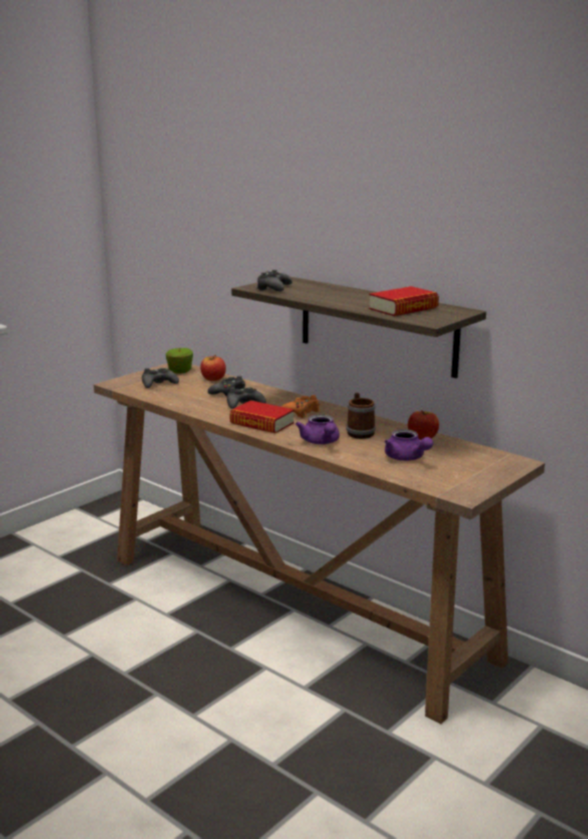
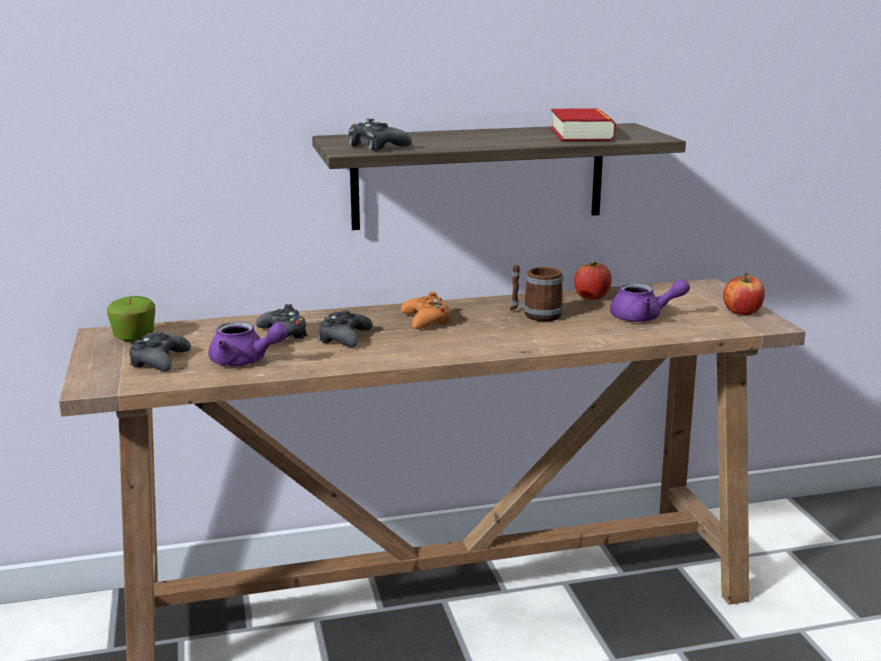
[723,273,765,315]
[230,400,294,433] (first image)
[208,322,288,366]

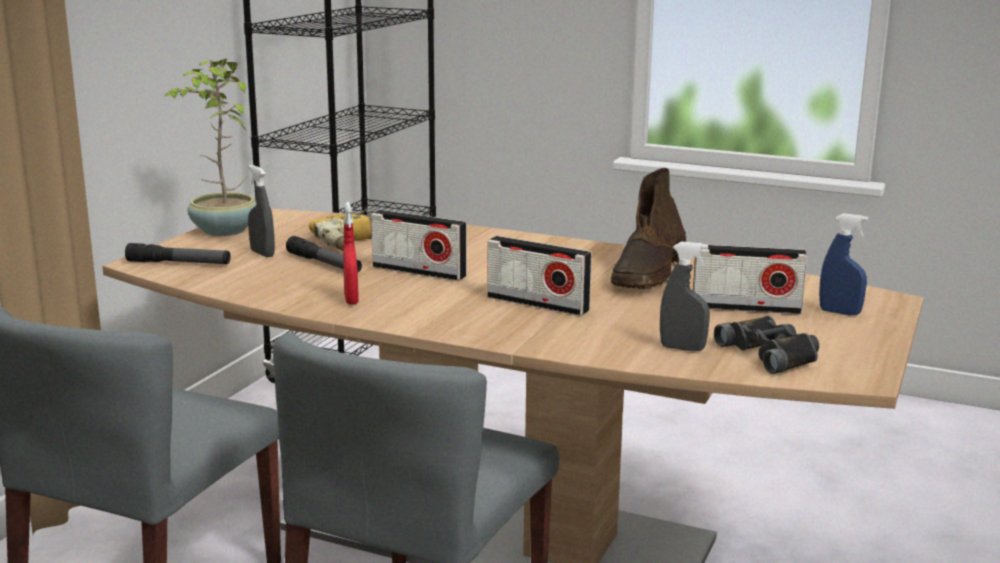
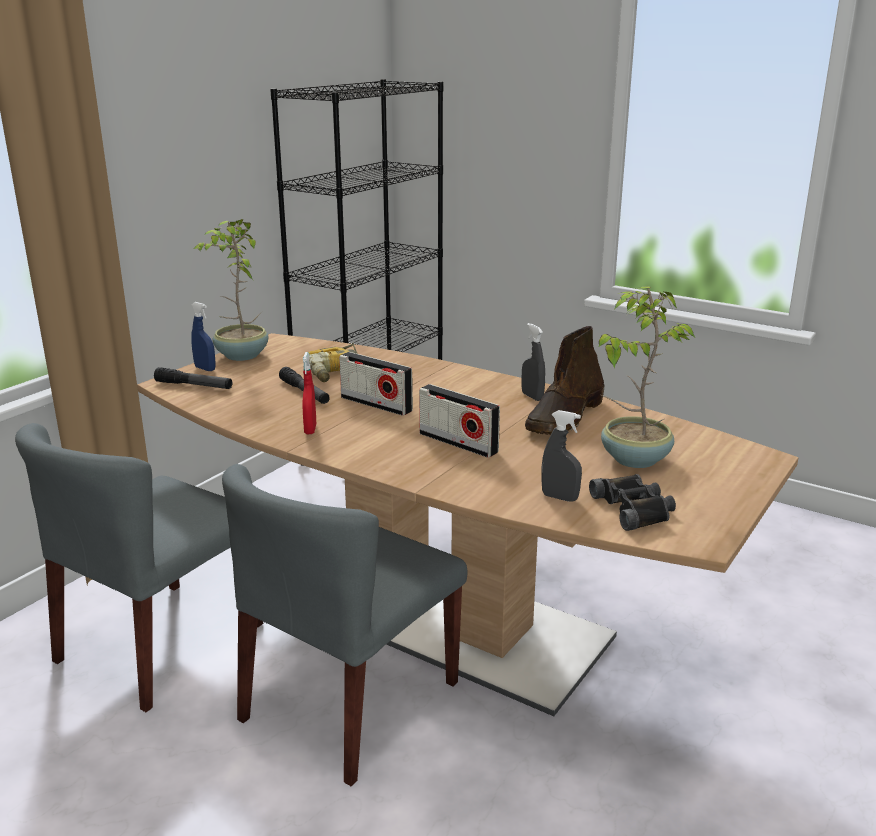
[521,323,545,401]
[598,286,695,468]
[191,302,216,371]

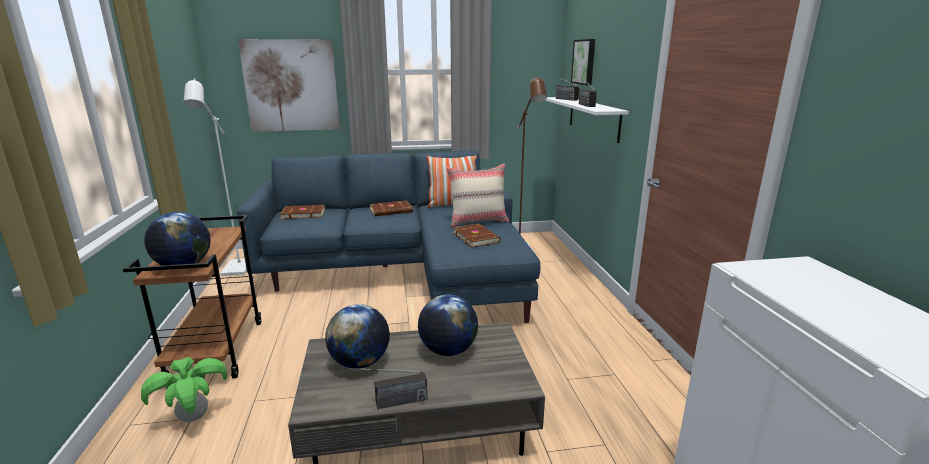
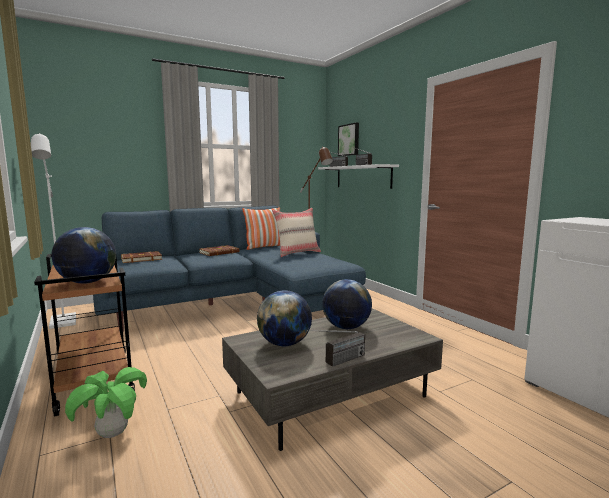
[238,39,340,132] (first image)
[453,224,501,248] (first image)

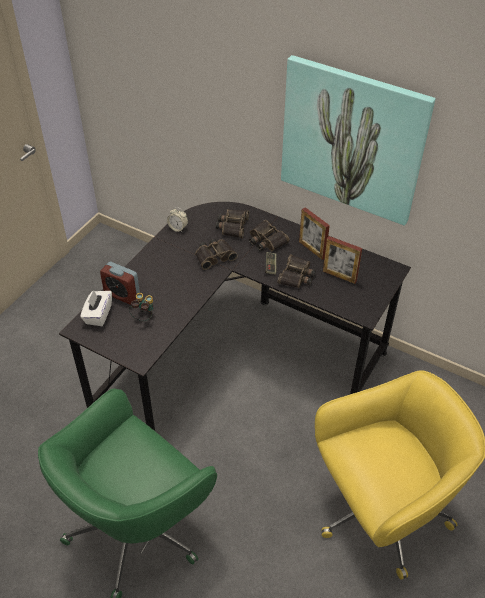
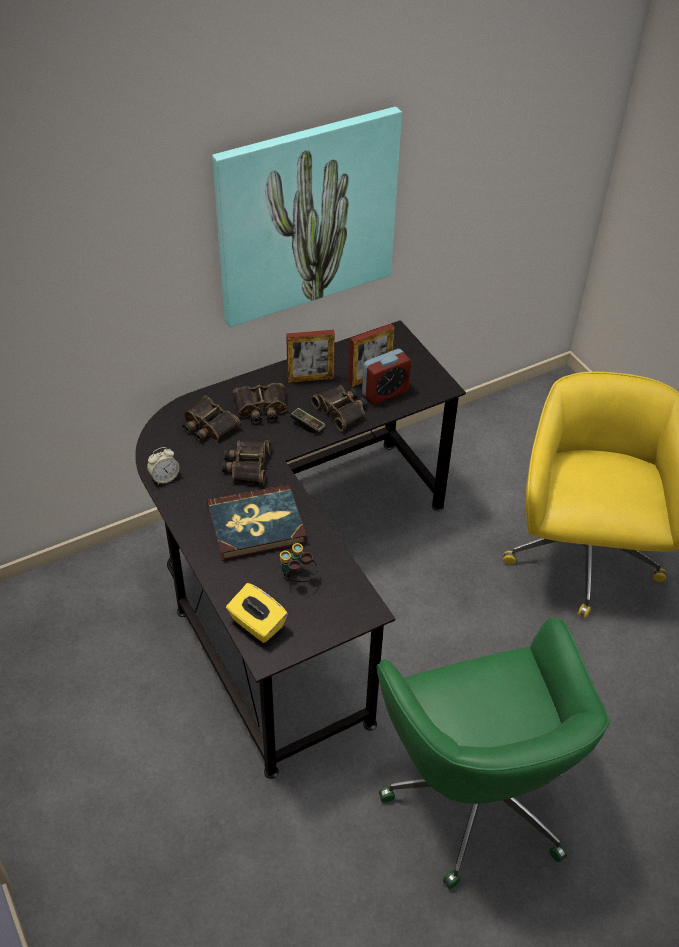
[226,583,288,643]
[362,349,411,405]
[207,484,307,561]

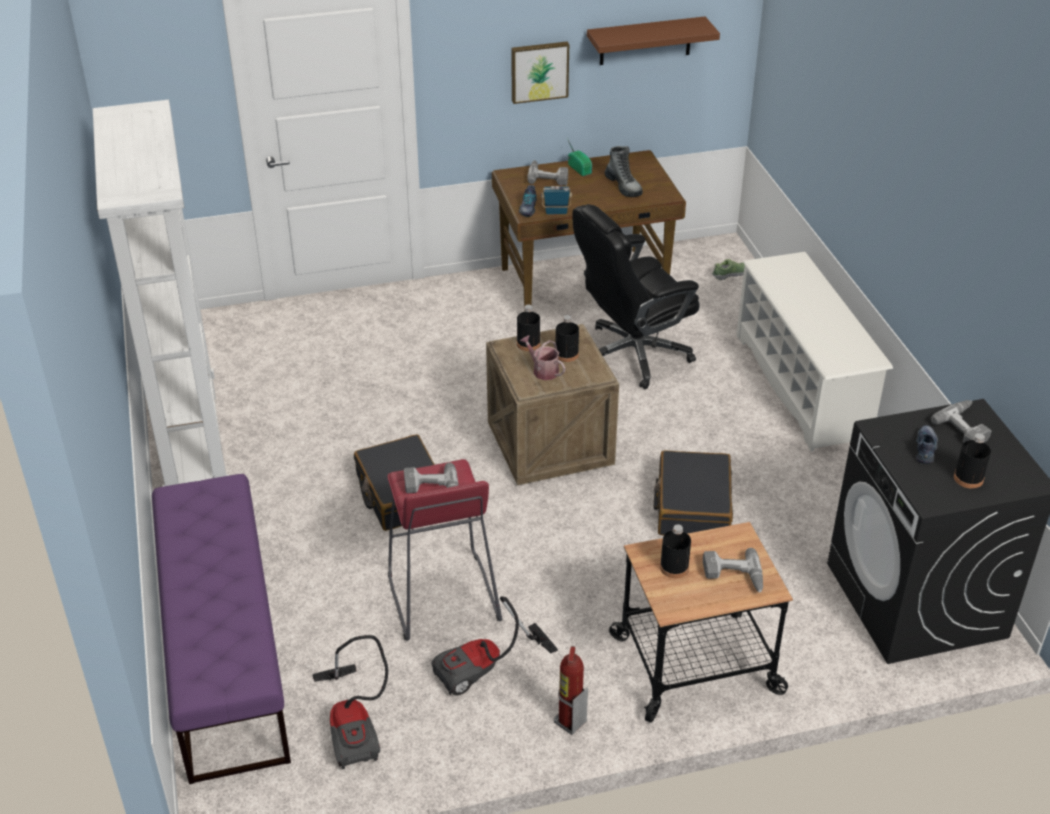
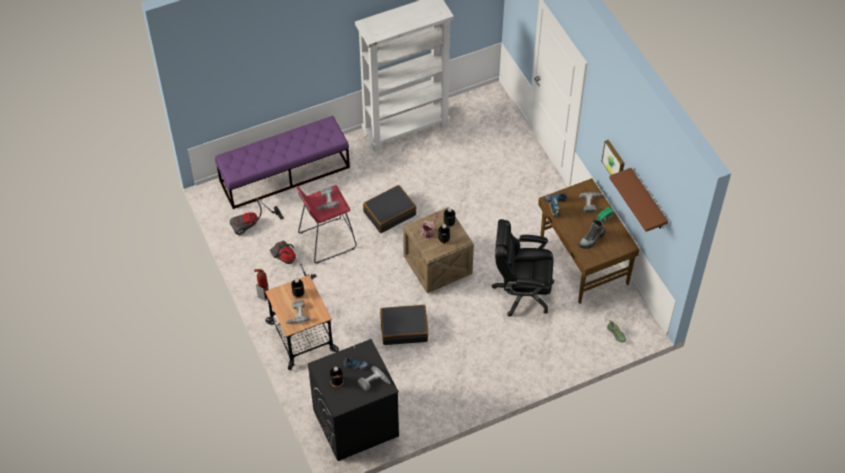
[492,219,555,317]
[736,252,893,451] (first image)

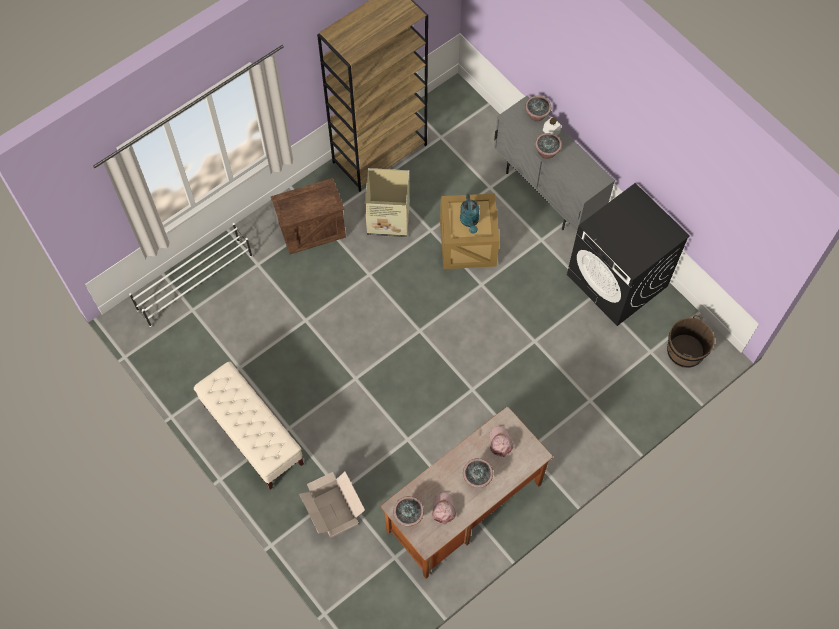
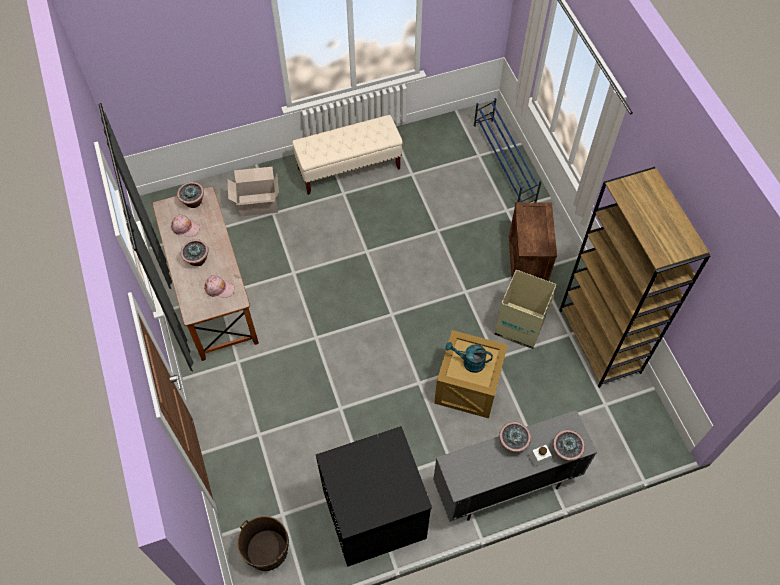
[474,98,542,202]

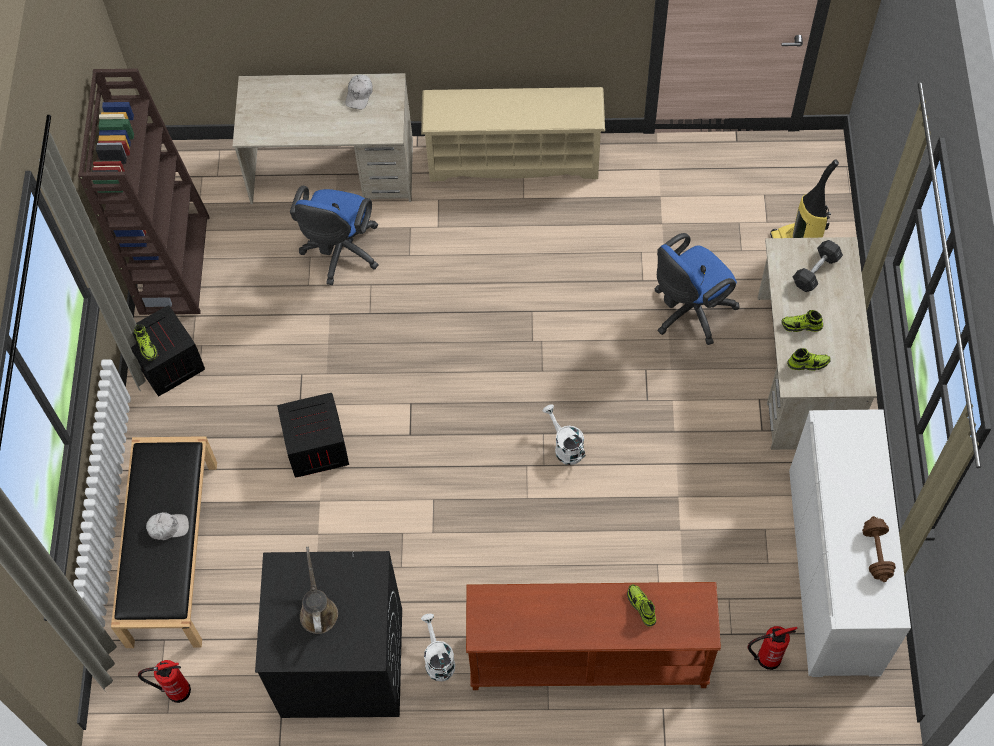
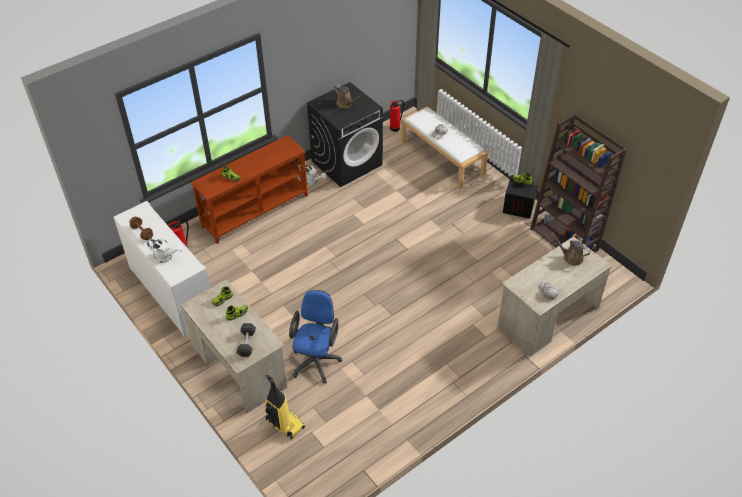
[401,106,488,189]
[277,393,349,478] (first image)
[290,186,379,285] (first image)
[421,87,605,182] (first image)
[147,239,183,263]
[551,233,591,266]

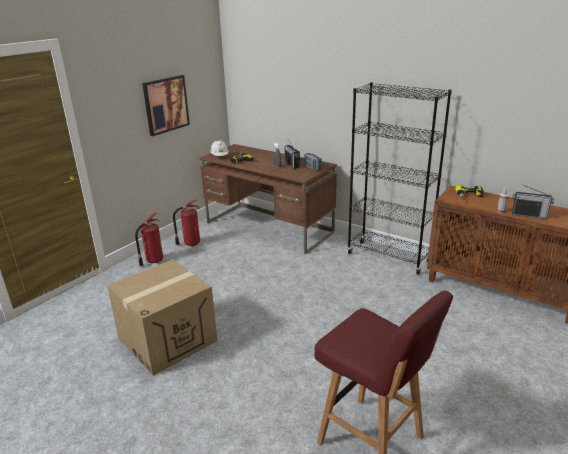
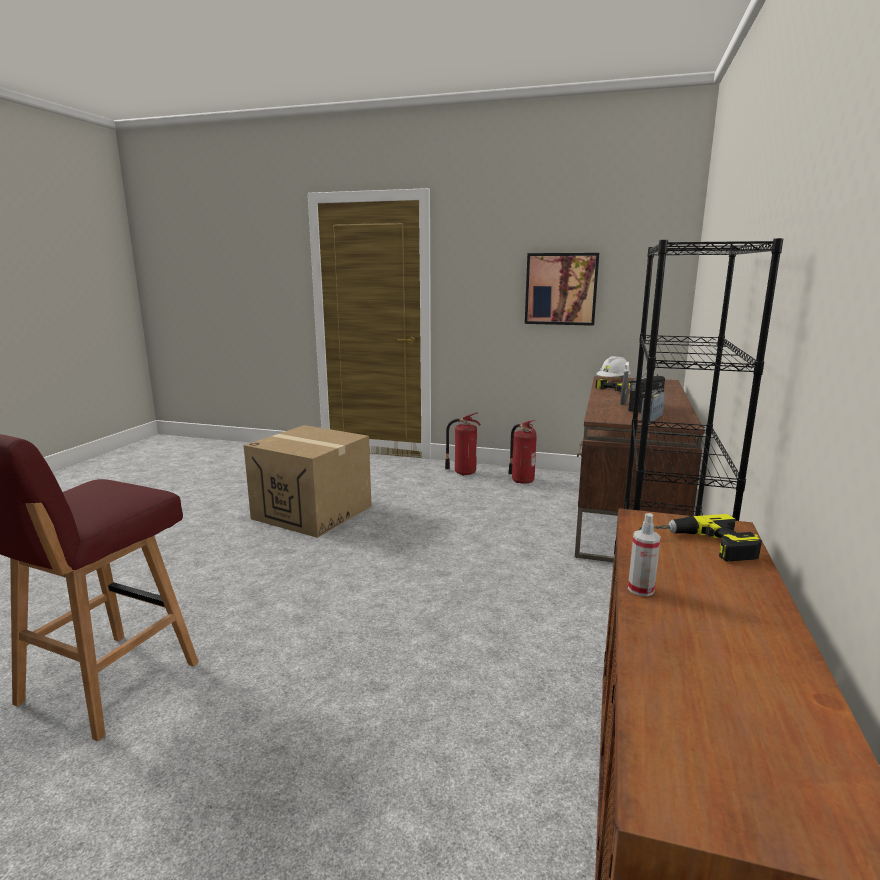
[512,184,554,219] (first image)

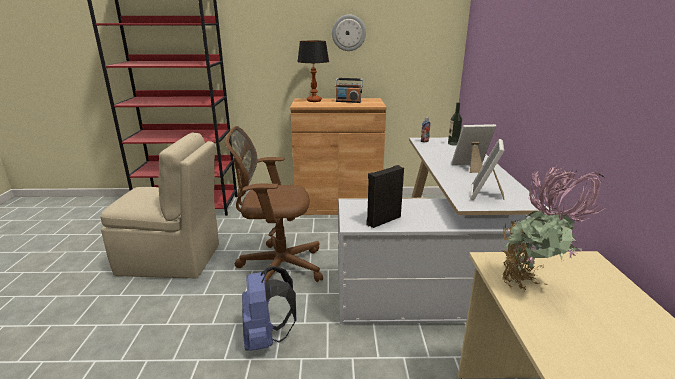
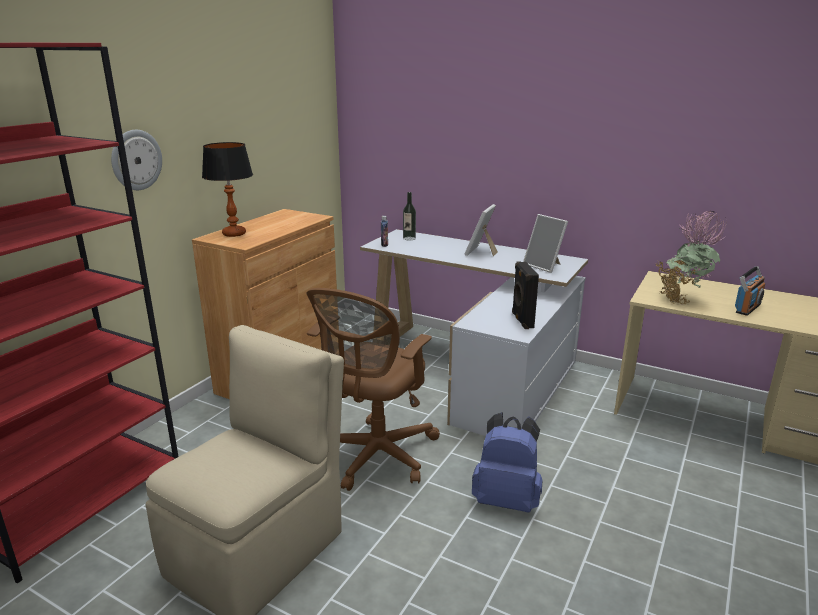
[111,130,162,190]
[735,266,765,316]

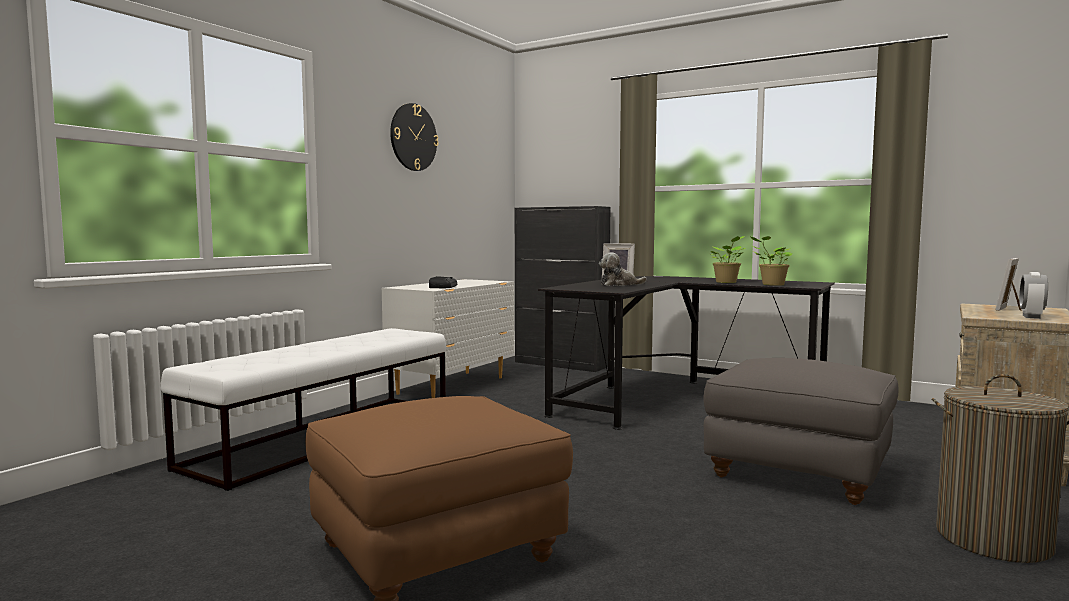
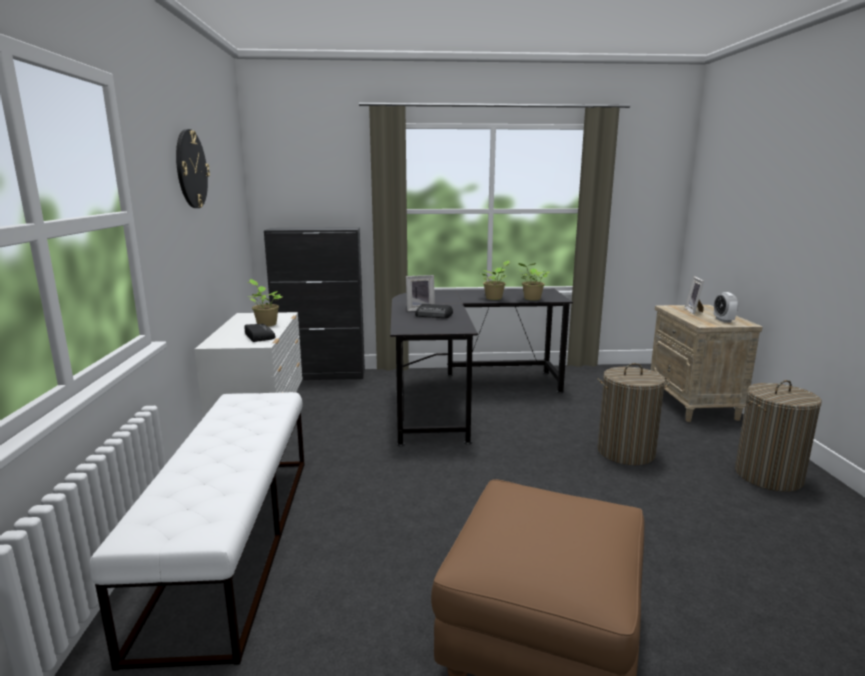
[415,304,453,318]
[597,363,670,465]
[247,279,282,327]

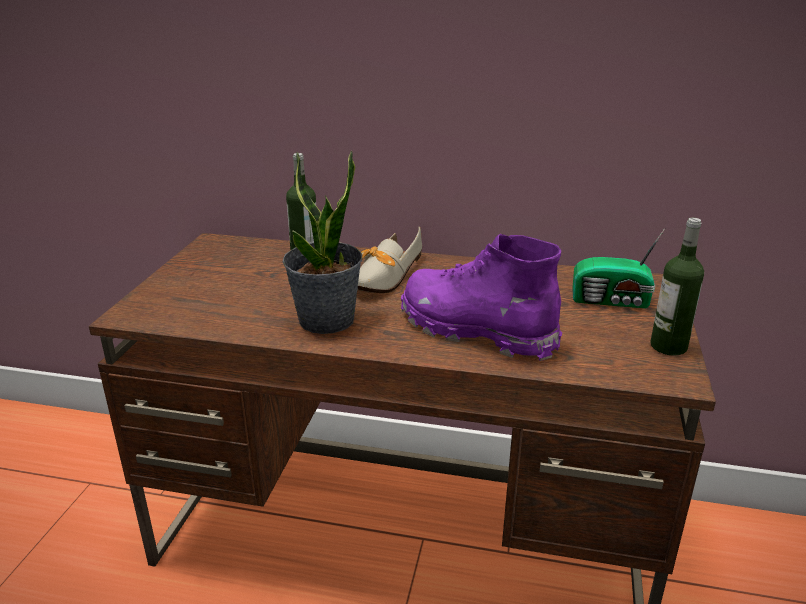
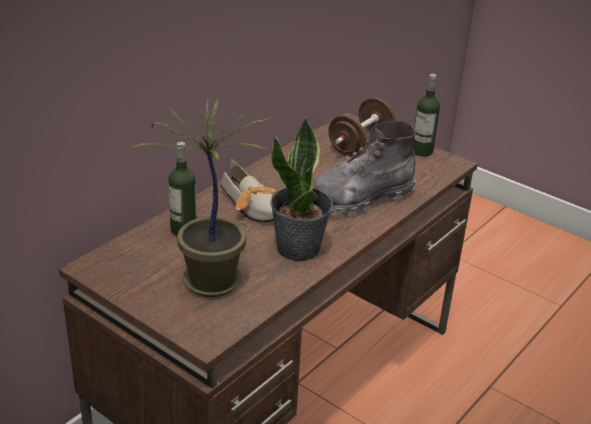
[313,121,416,217]
[328,97,395,156]
[131,97,271,297]

